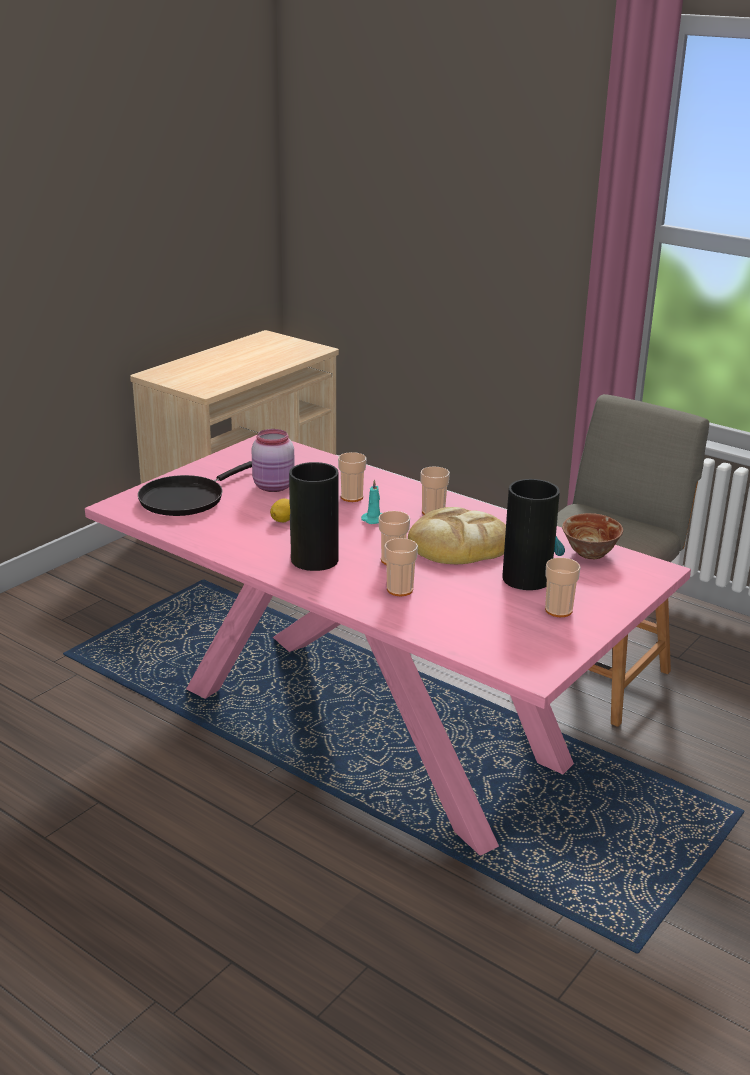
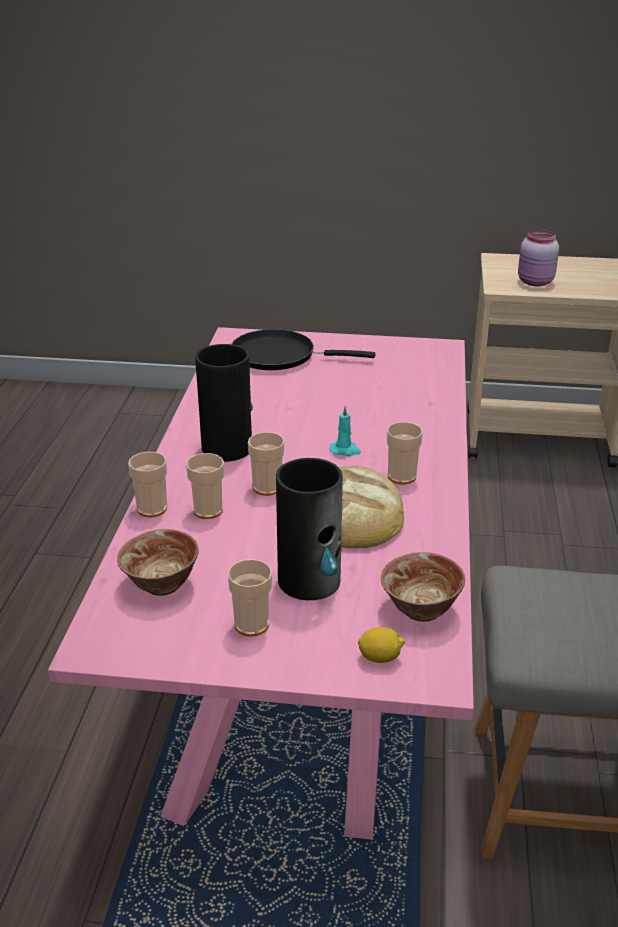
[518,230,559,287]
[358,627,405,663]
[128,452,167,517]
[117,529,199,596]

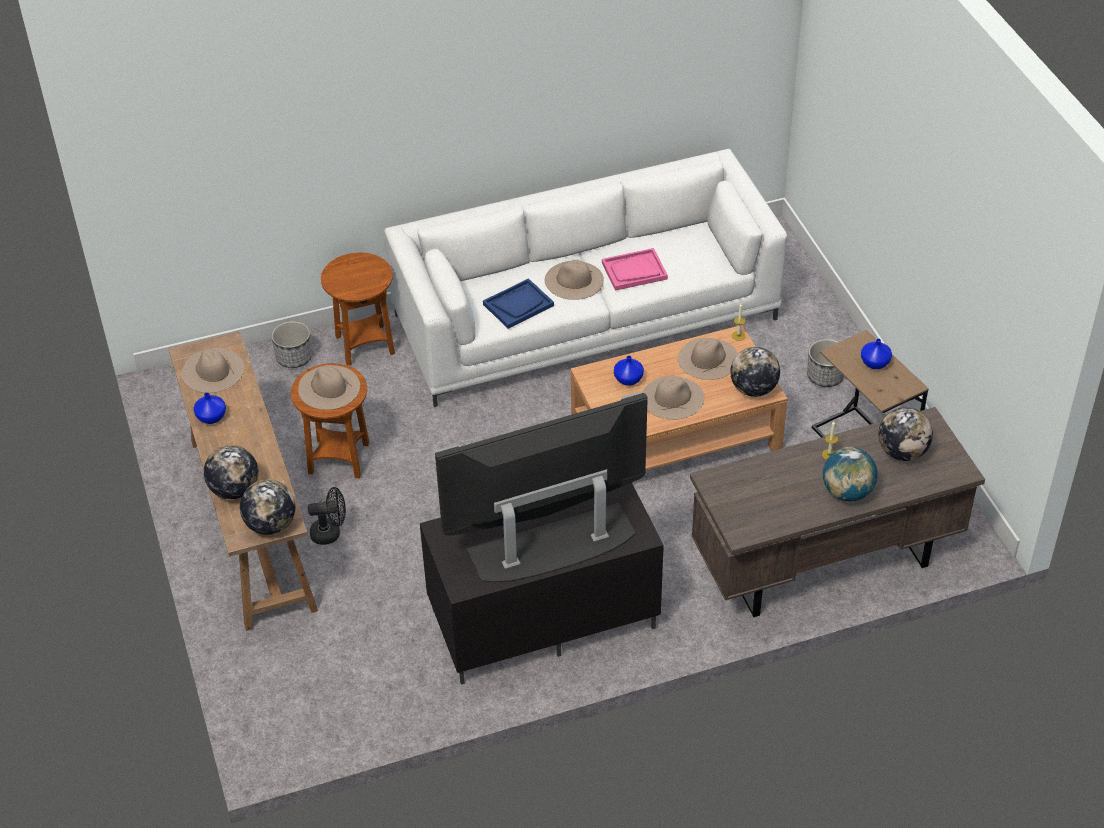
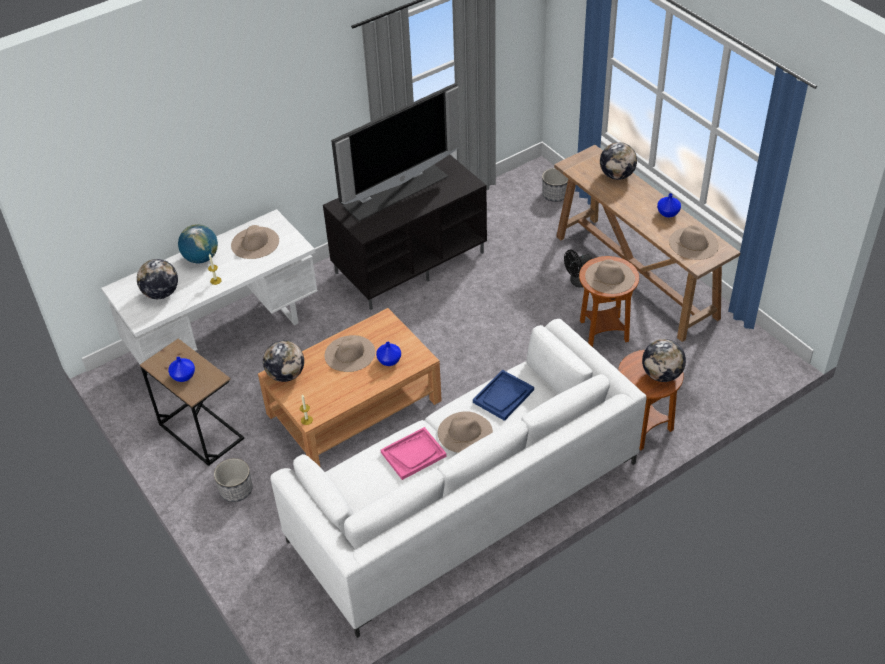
[642,339,686,382]
[542,168,568,202]
[231,225,279,259]
[101,209,318,364]

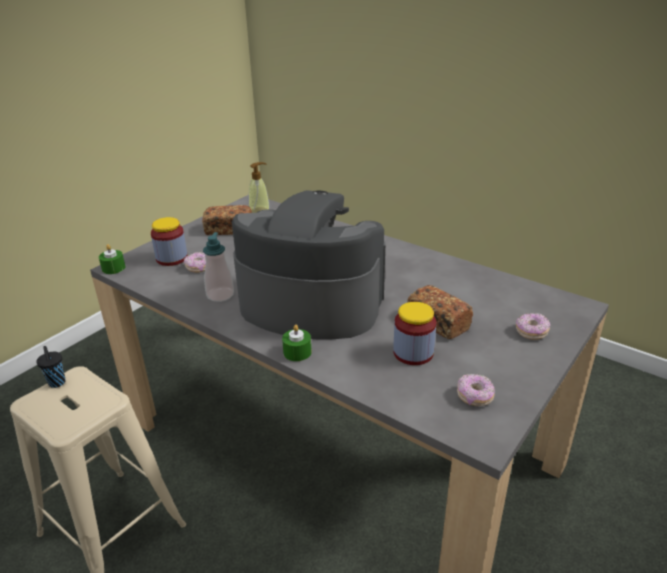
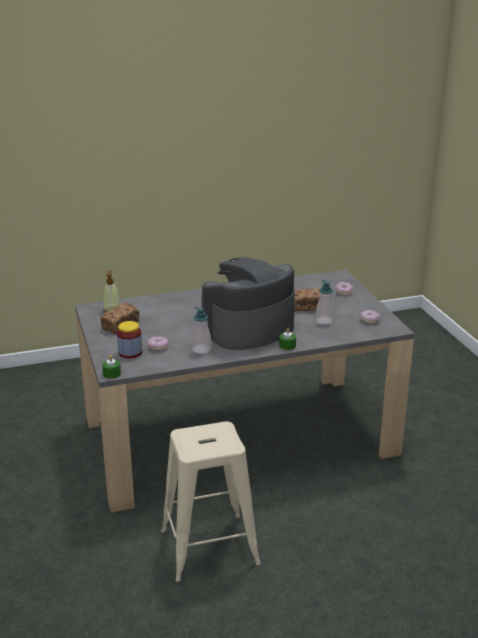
[36,346,66,388] (first image)
[316,280,334,325]

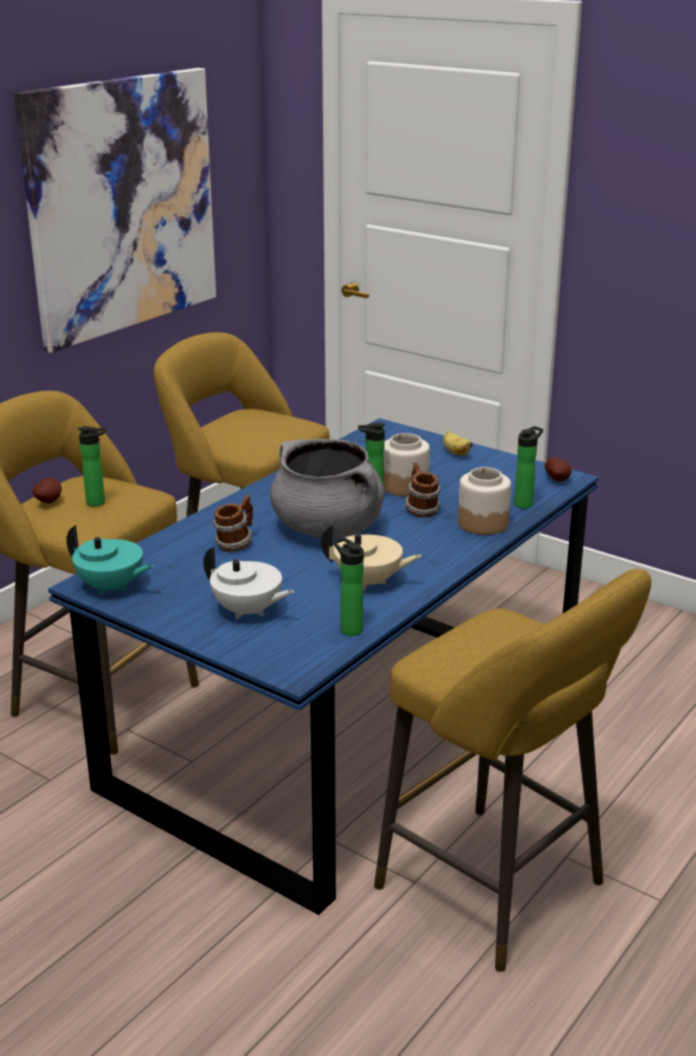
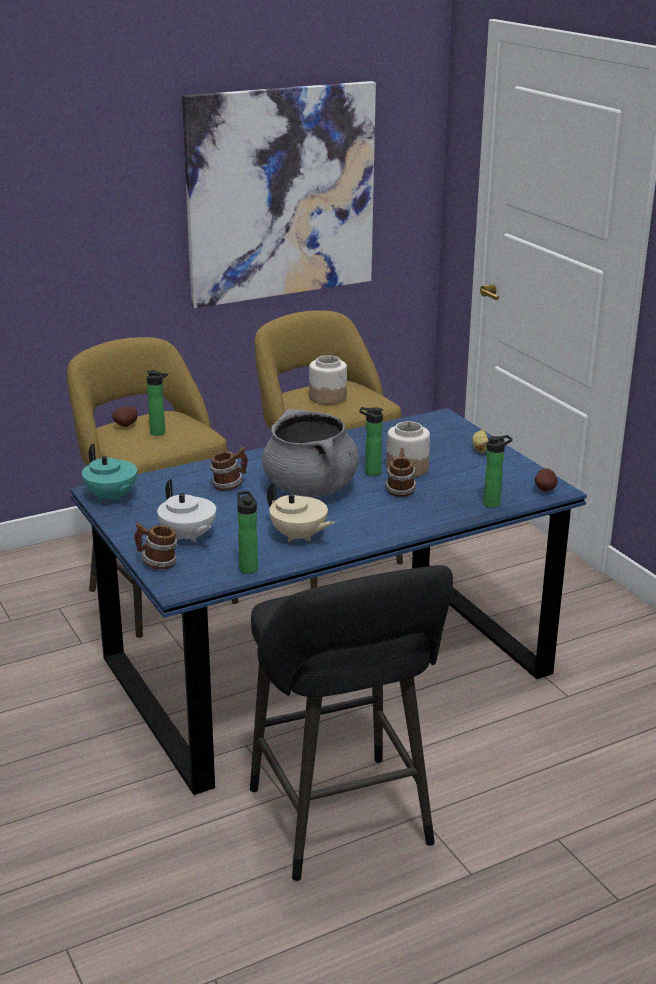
[250,565,453,881]
[309,355,347,405]
[134,523,177,570]

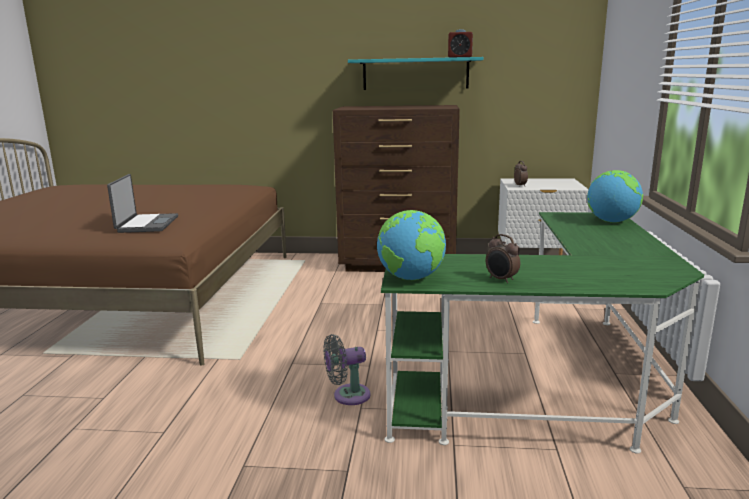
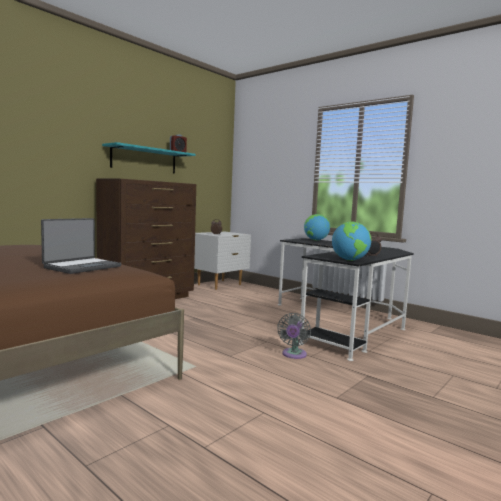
[41,218,121,274]
[278,238,414,361]

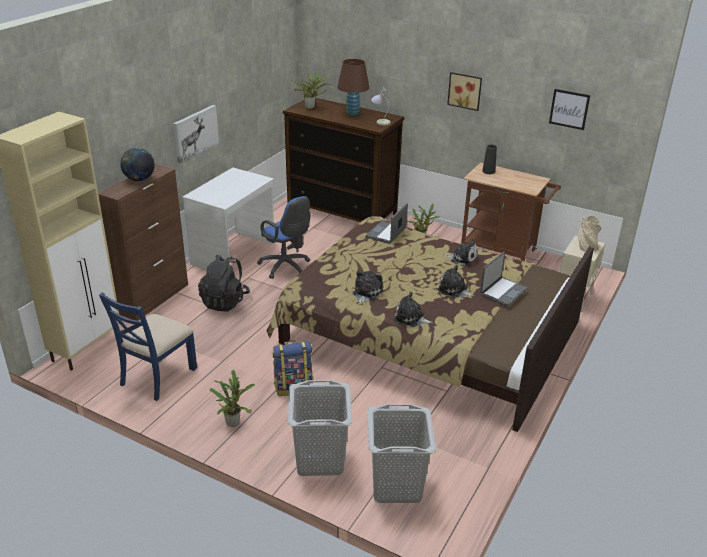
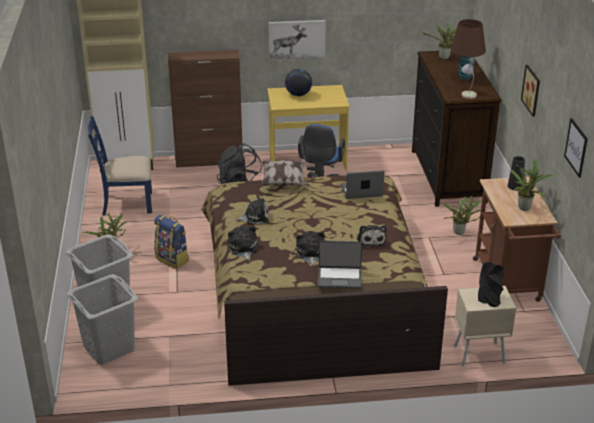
[285,69,312,96]
[267,85,350,171]
[478,262,505,307]
[261,160,308,186]
[511,159,552,211]

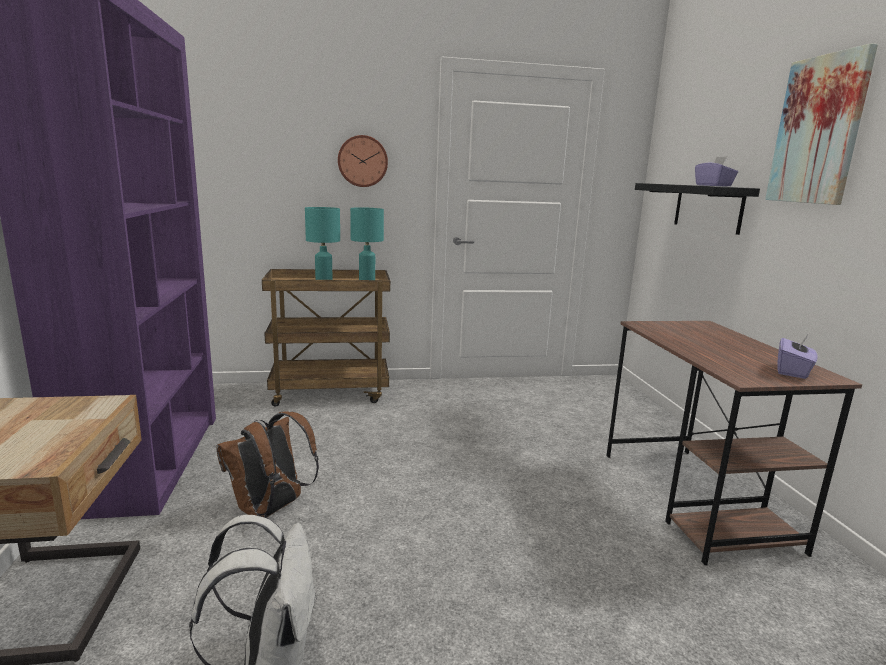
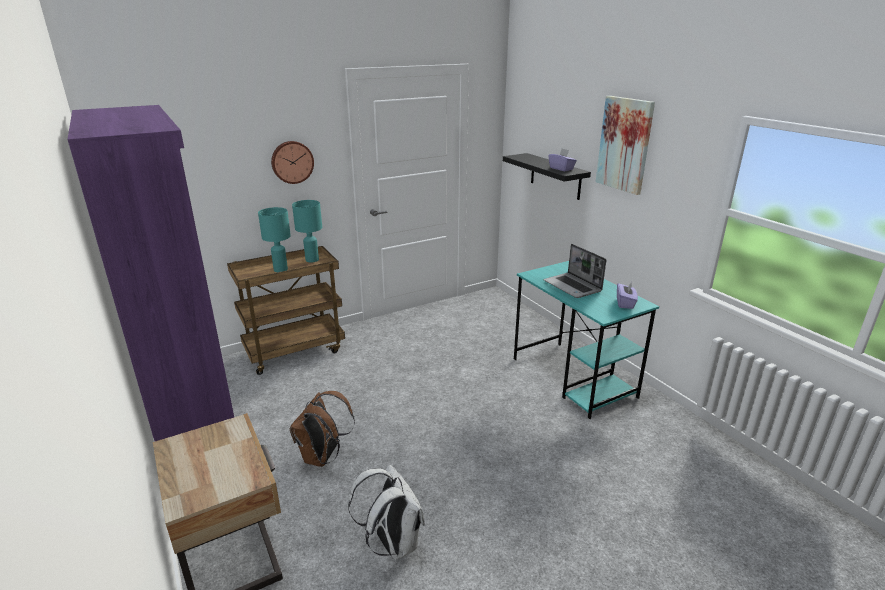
[514,261,659,419]
[544,244,606,298]

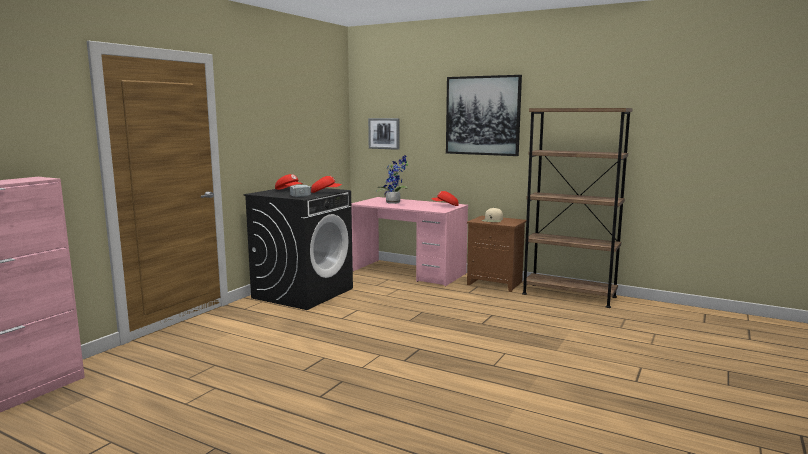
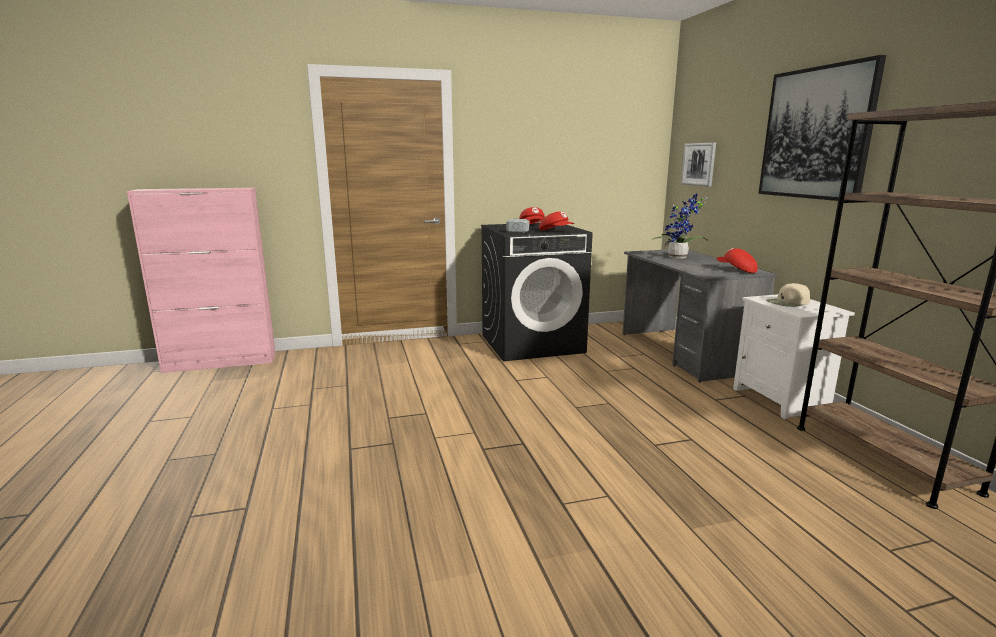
[622,249,777,382]
[733,294,855,419]

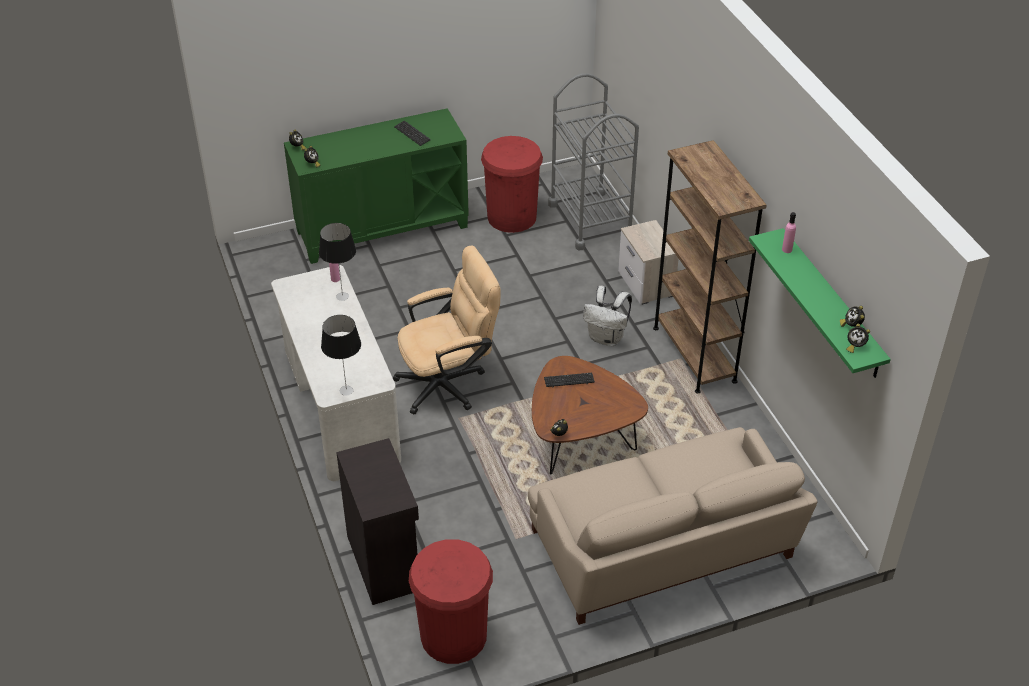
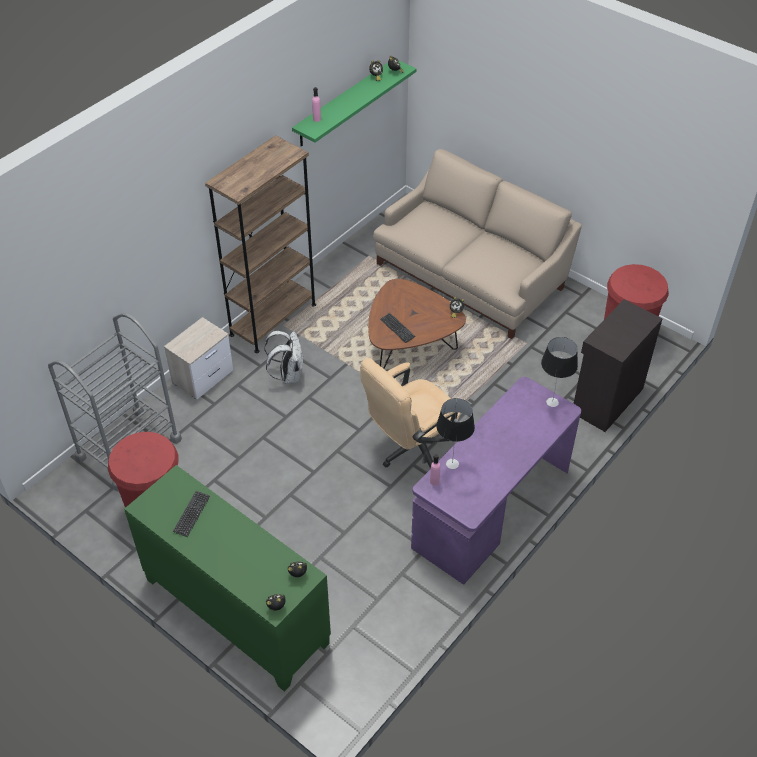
[411,377,581,585]
[360,358,460,469]

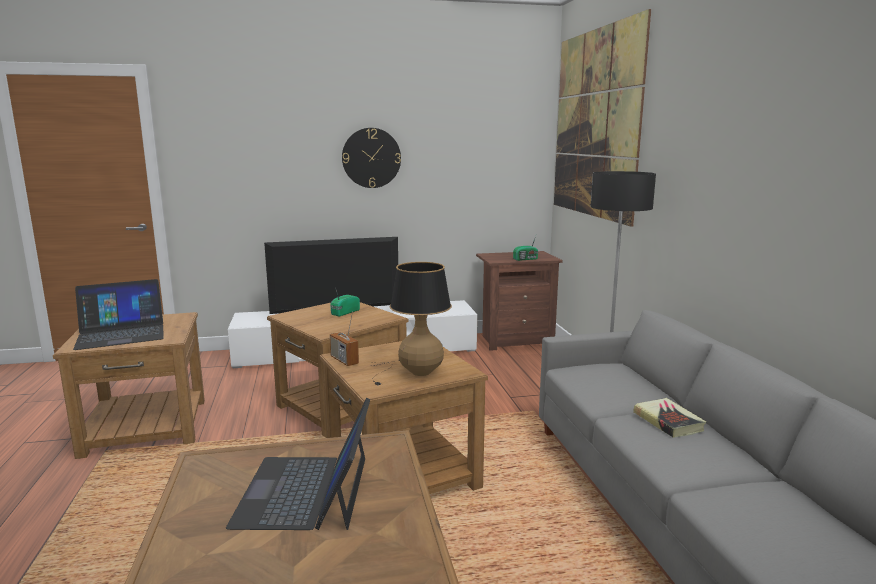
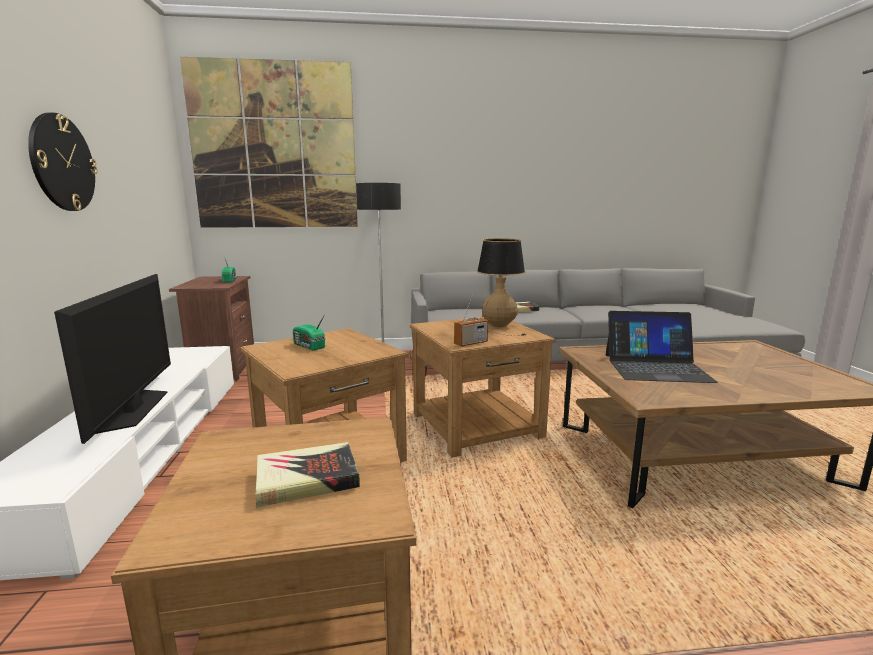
[255,442,360,508]

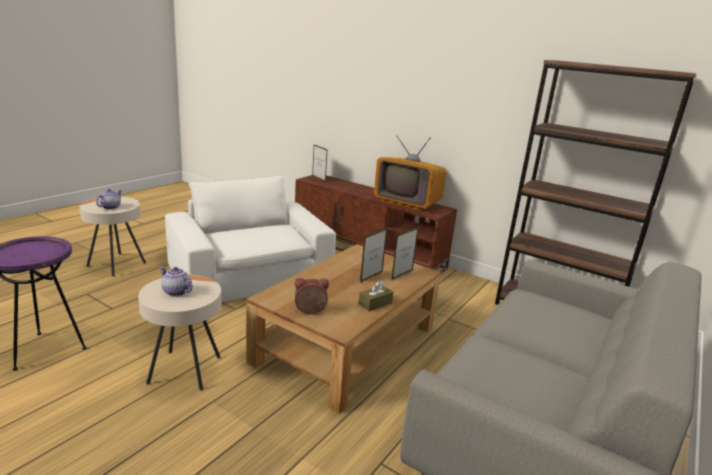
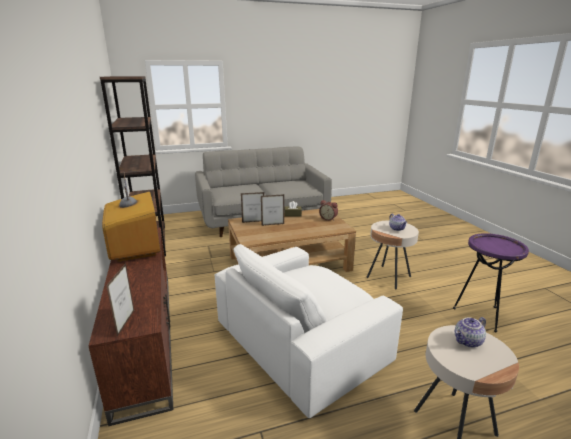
[215,244,403,419]

